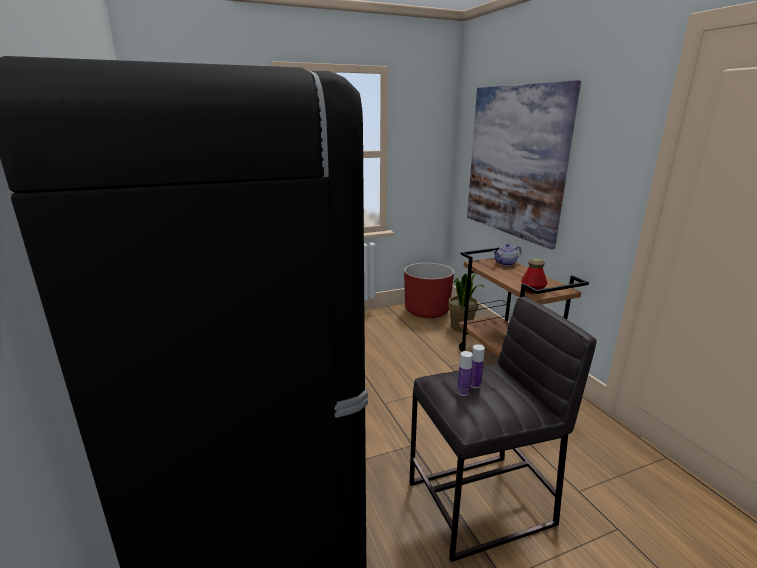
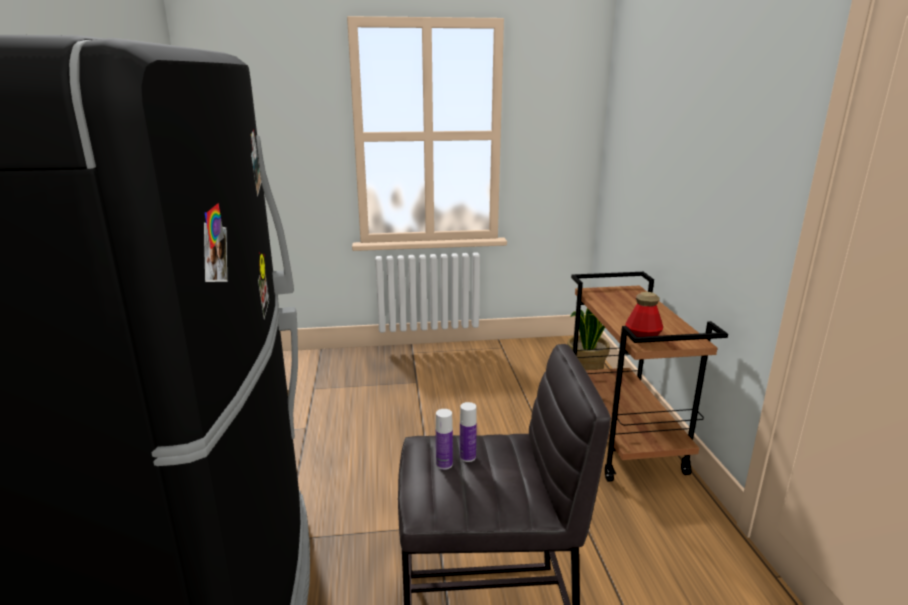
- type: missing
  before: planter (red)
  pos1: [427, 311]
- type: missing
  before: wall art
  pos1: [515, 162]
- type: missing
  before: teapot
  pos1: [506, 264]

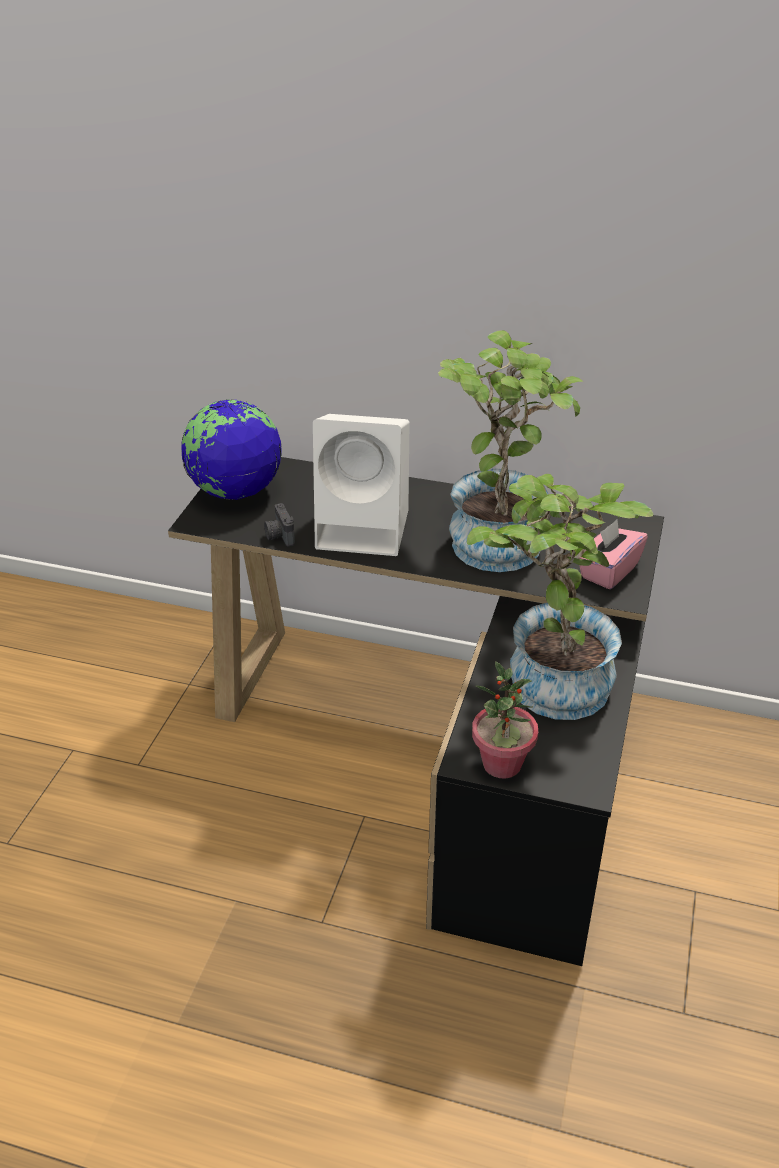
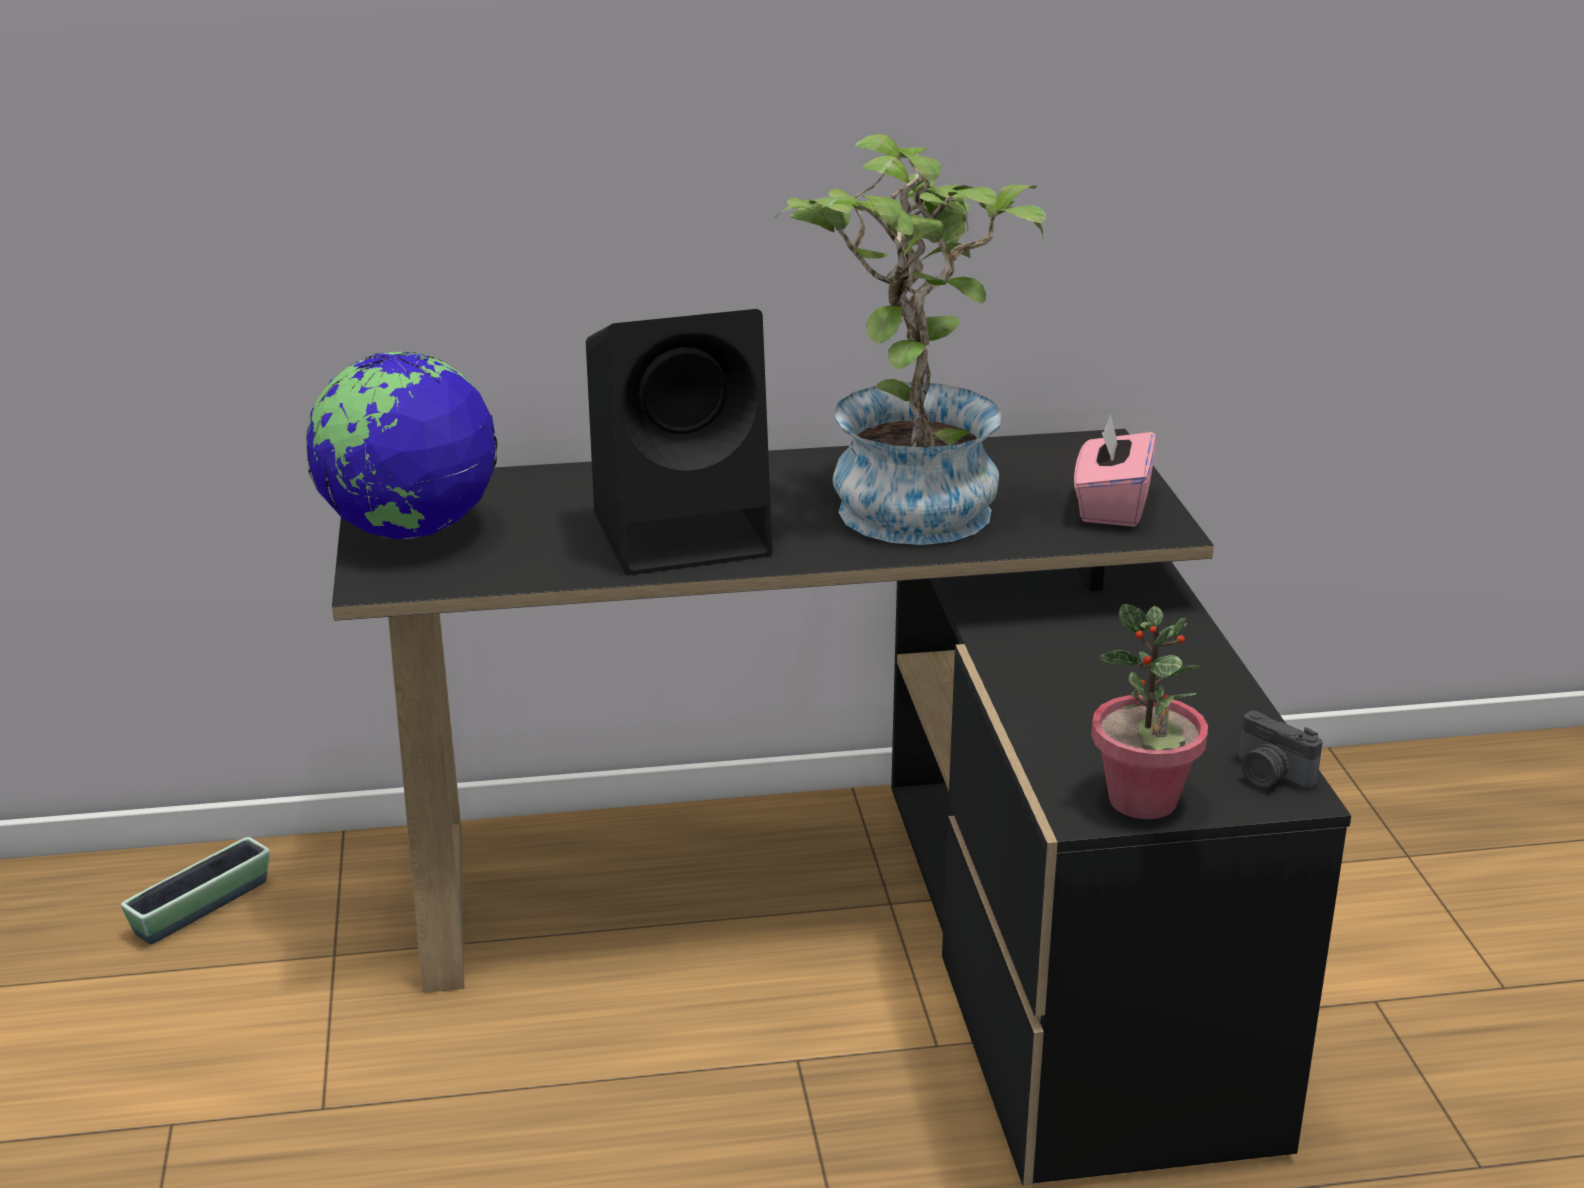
- type: appeared
  after: planter
  pos2: [202, 908]
- type: colour
  before: audio speaker (white-coloured)
  after: audio speaker (black-coloured)
  pos1: [365, 529]
  pos2: [686, 533]
- type: relocated
  before: photo camera
  pos1: [279, 536]
  pos2: [1270, 776]
- type: missing
  before: houseplant
  pos1: [548, 677]

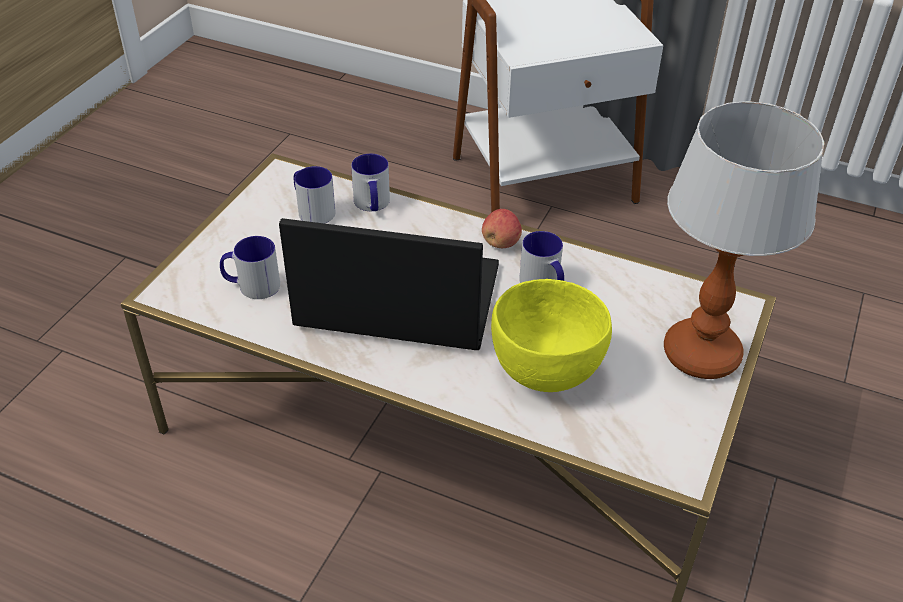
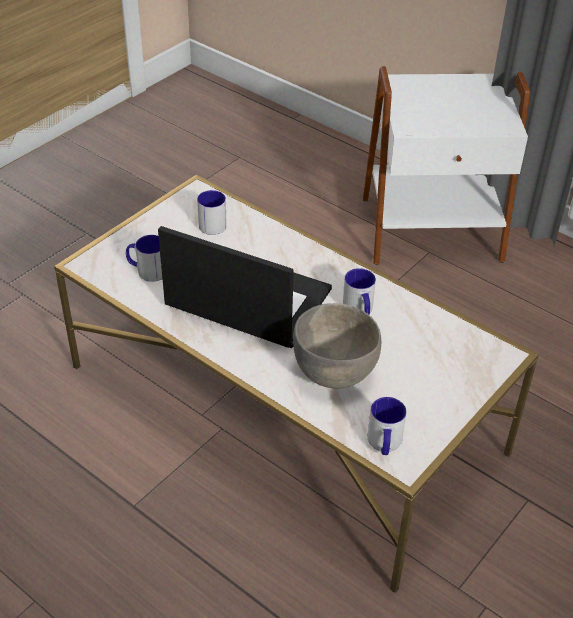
- type: colour
  before: bowl (yellow)
  after: bowl (greyish)
  pos1: [546, 372]
  pos2: [335, 373]
- type: relocated
  before: mug
  pos1: [372, 205]
  pos2: [384, 443]
- type: missing
  before: apple
  pos1: [501, 243]
- type: missing
  before: lamp for a table
  pos1: [701, 353]

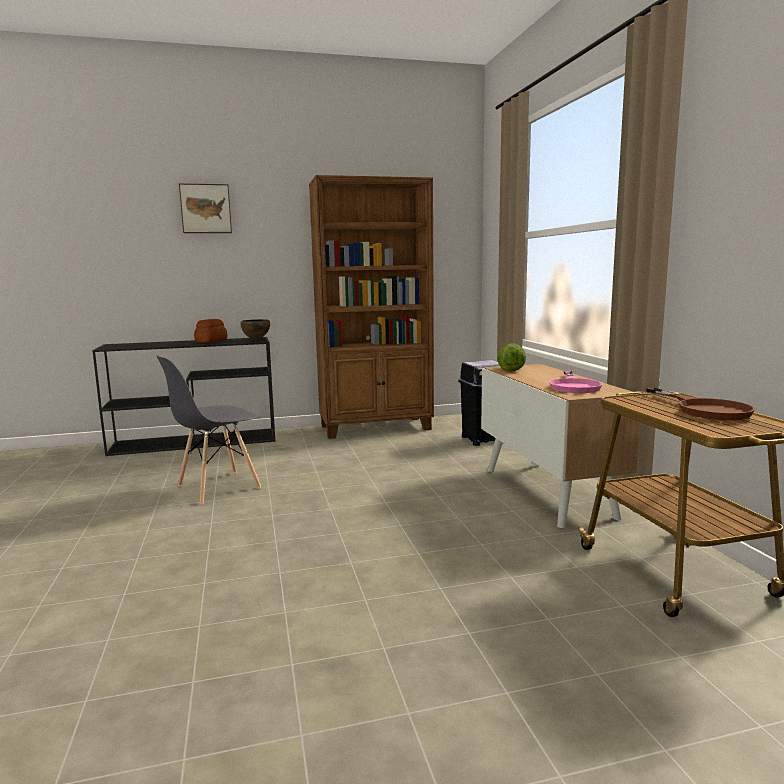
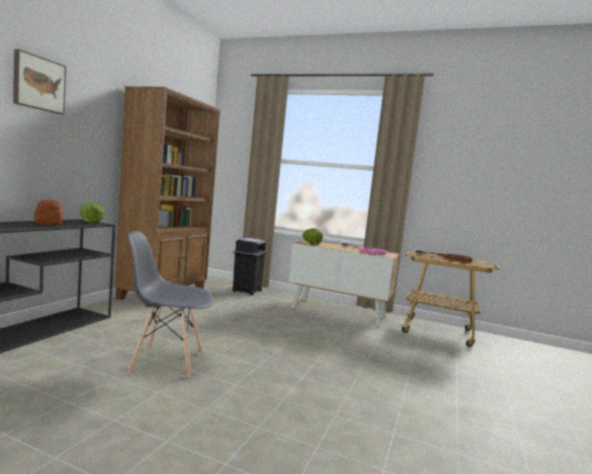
- type: exchanged
  before: bowl (brown-coloured)
  after: head of lettuce
  pos1: [256, 340]
  pos2: [92, 222]
- type: spun
  before: plain chair (greyish)
  pos1: [218, 487]
  pos2: [166, 361]
  turn: 90

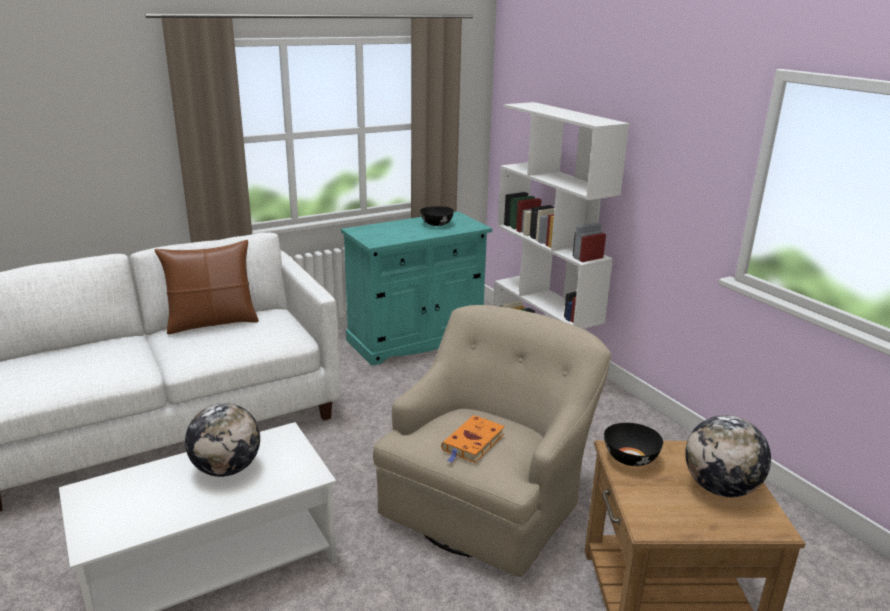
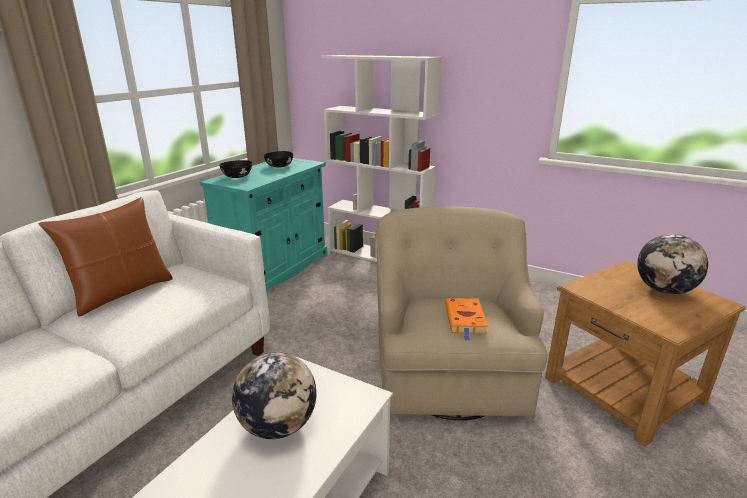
- type: relocated
  before: bowl (black-coloured)
  pos1: [630, 458]
  pos2: [237, 177]

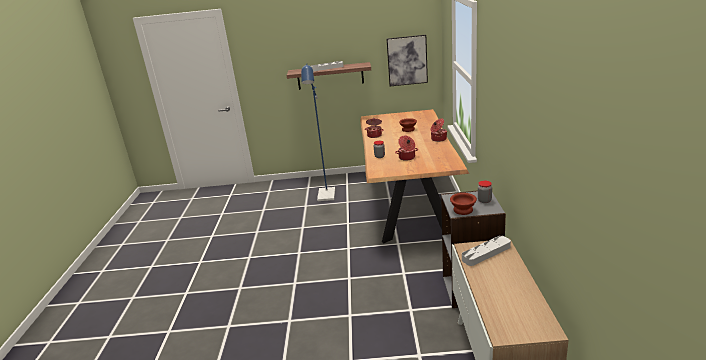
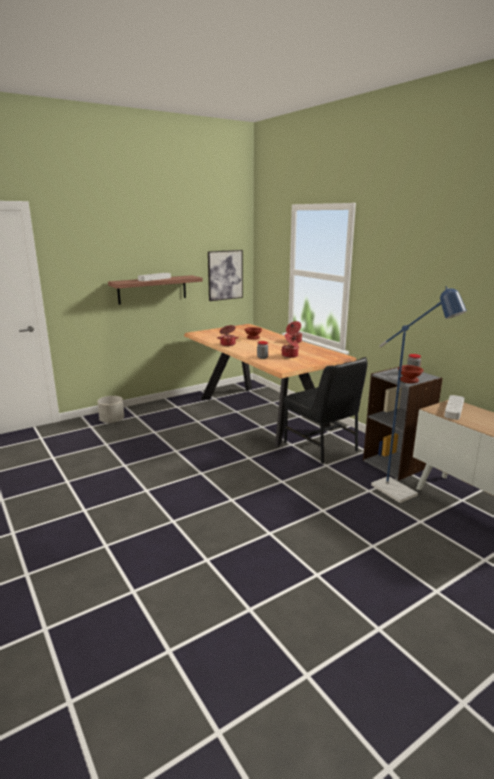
- type: appeared
  after: planter (greyish)
  pos2: [112, 421]
- type: appeared
  after: plain chair (black-coloured)
  pos2: [321, 447]
- type: relocated
  before: floor lamp (blue-coloured)
  pos1: [326, 197]
  pos2: [400, 494]

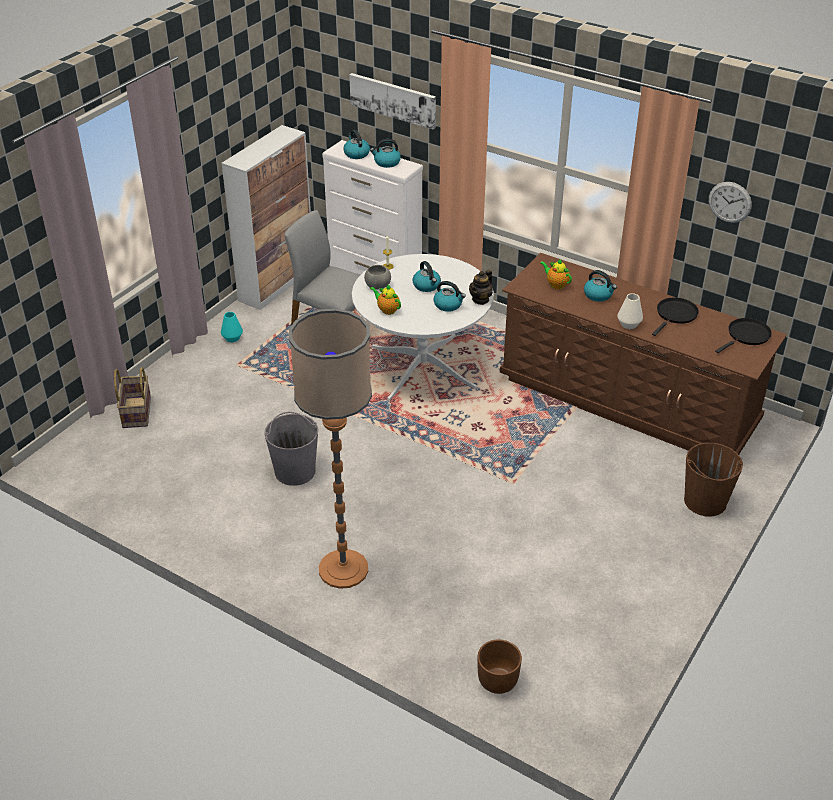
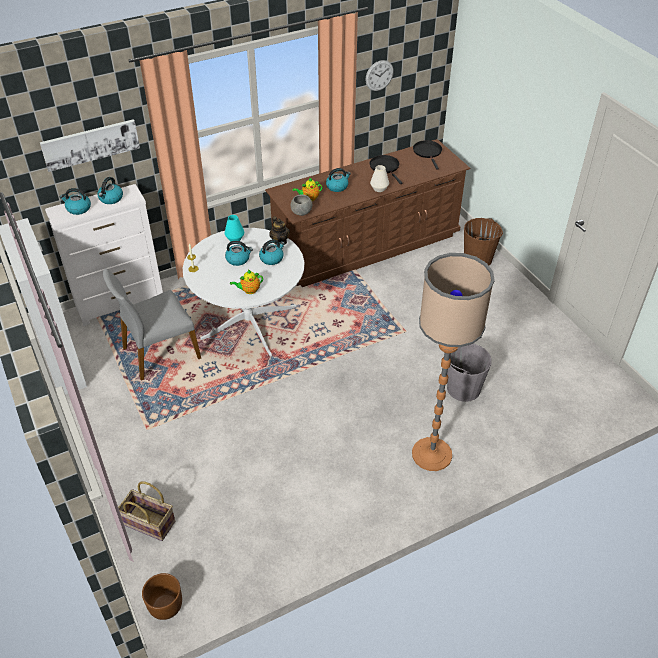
- type: relocated
  before: planter (brown-coloured)
  pos1: [497, 680]
  pos2: [165, 606]
- type: relocated
  before: flower vase (turquoise)
  pos1: [232, 338]
  pos2: [235, 238]
- type: relocated
  before: bowl (greyish)
  pos1: [378, 286]
  pos2: [302, 212]
- type: relocated
  before: pail (greyish)
  pos1: [295, 471]
  pos2: [463, 388]

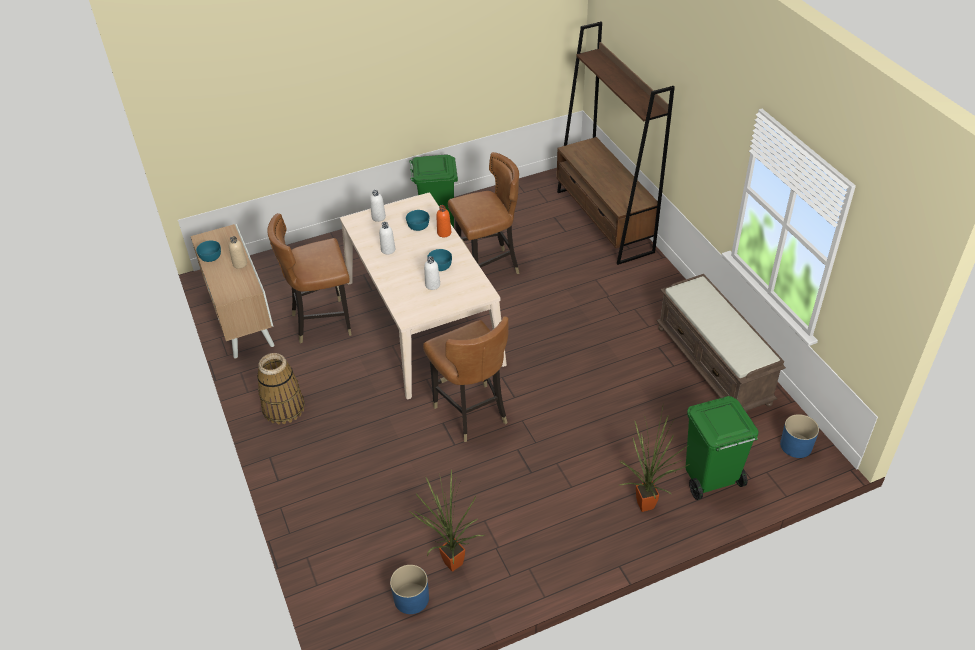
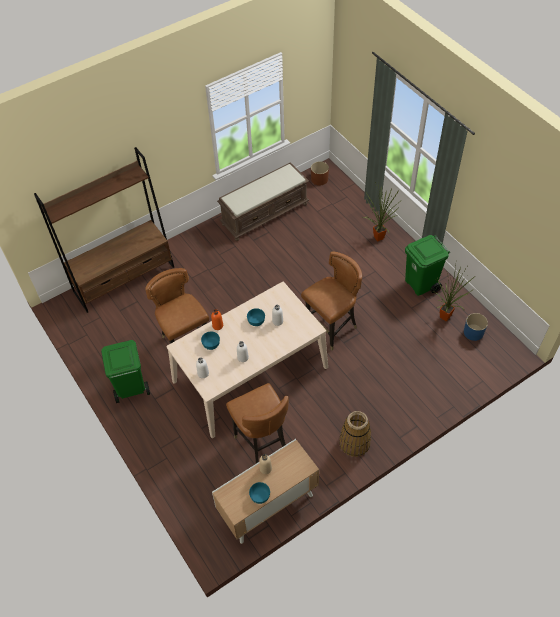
- type: colour
  before: planter (blue-coloured)
  after: planter (brown-coloured)
  pos1: [796, 446]
  pos2: [319, 179]
- type: relocated
  before: waste bin (greenish)
  pos1: [710, 479]
  pos2: [421, 284]

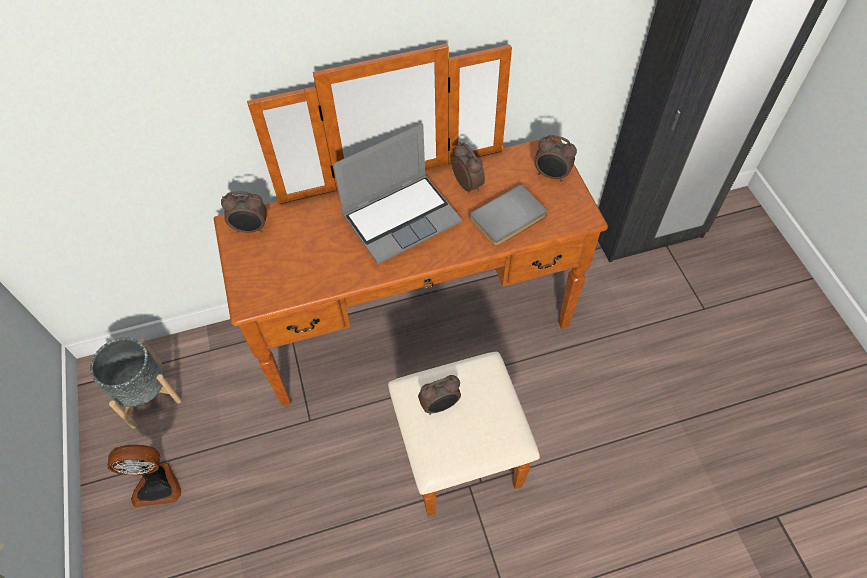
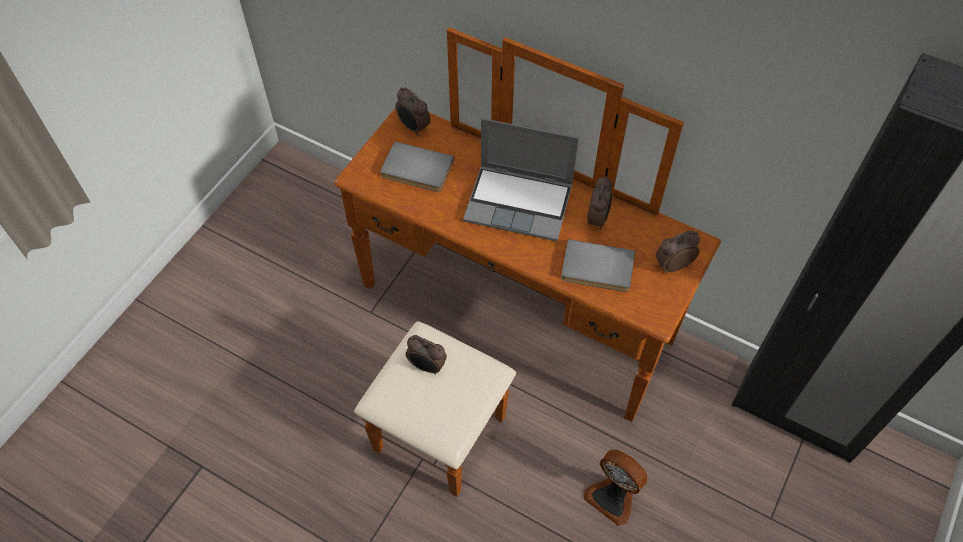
- type: appeared
  after: book (greyish)
  pos2: [416, 170]
- type: relocated
  before: electric fan
  pos1: [157, 484]
  pos2: [613, 496]
- type: spun
  before: bedside clock
  pos1: [551, 175]
  pos2: [672, 265]
  turn: 90
- type: missing
  before: planter (greyish)
  pos1: [147, 395]

